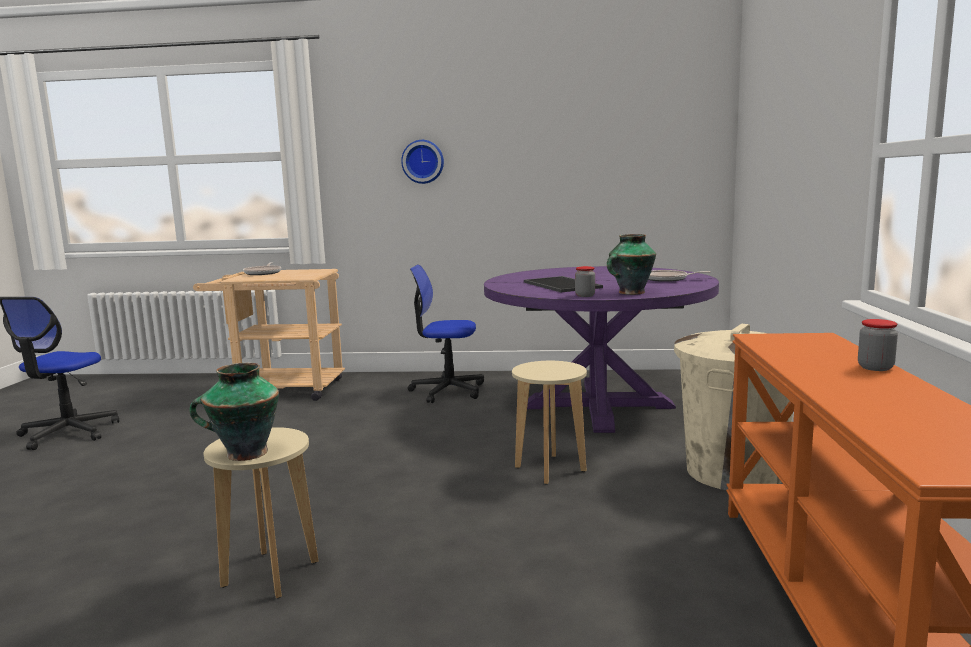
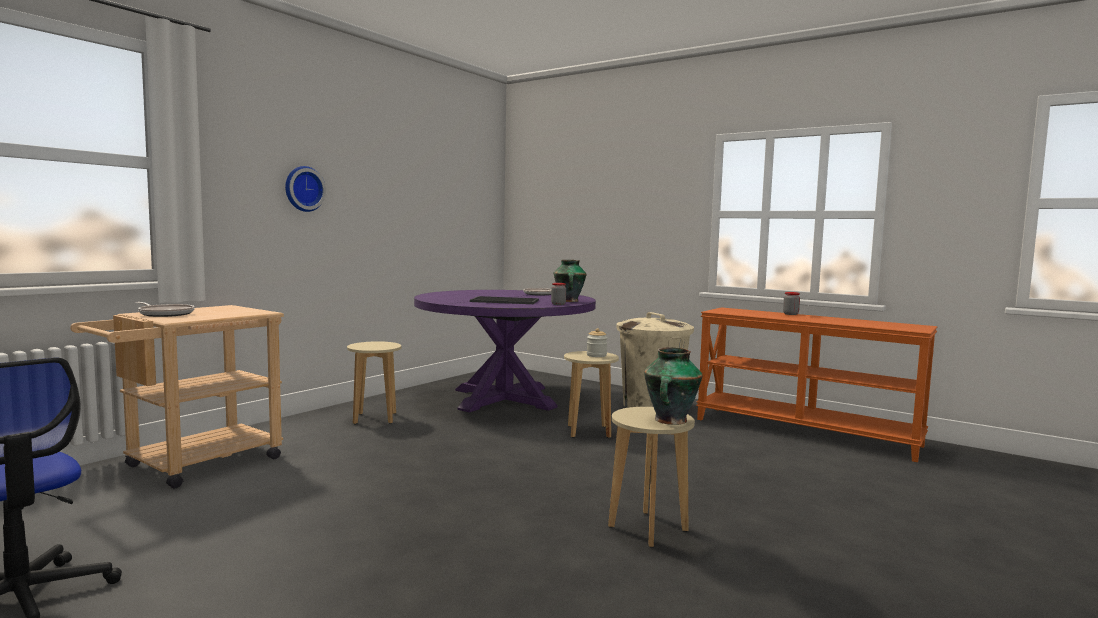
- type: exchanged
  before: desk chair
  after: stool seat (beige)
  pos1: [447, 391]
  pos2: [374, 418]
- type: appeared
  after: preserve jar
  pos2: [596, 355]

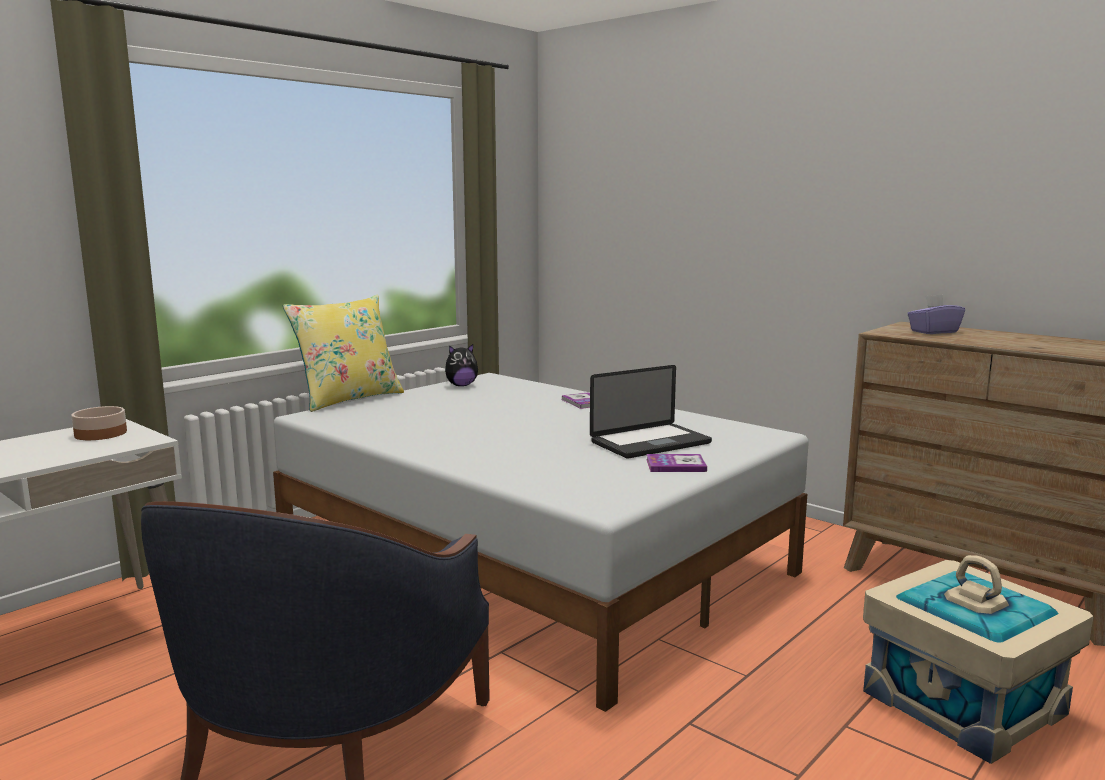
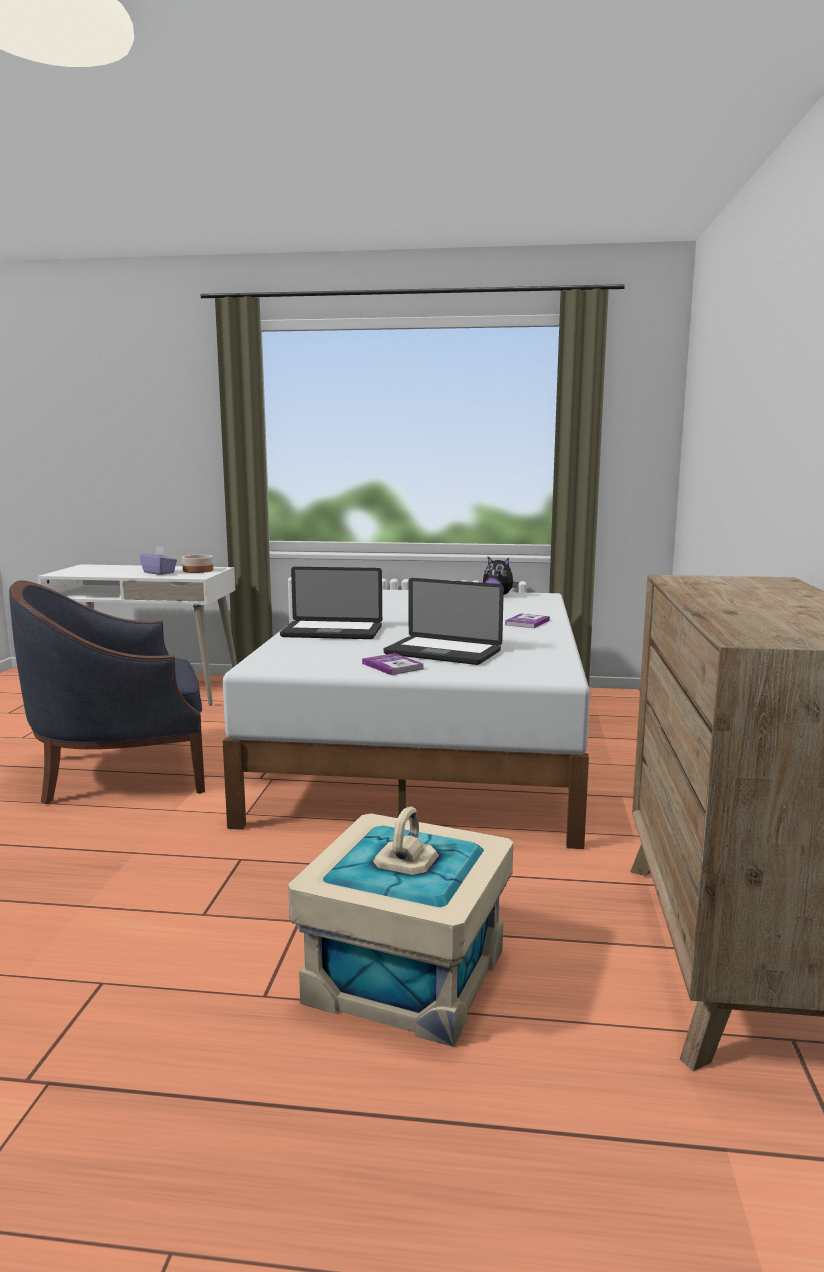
- type: relocated
  before: tissue box (purple)
  pos1: [933, 332]
  pos2: [159, 573]
- type: appeared
  after: portable computer
  pos2: [332, 632]
- type: missing
  before: cushion (yellow)
  pos1: [348, 399]

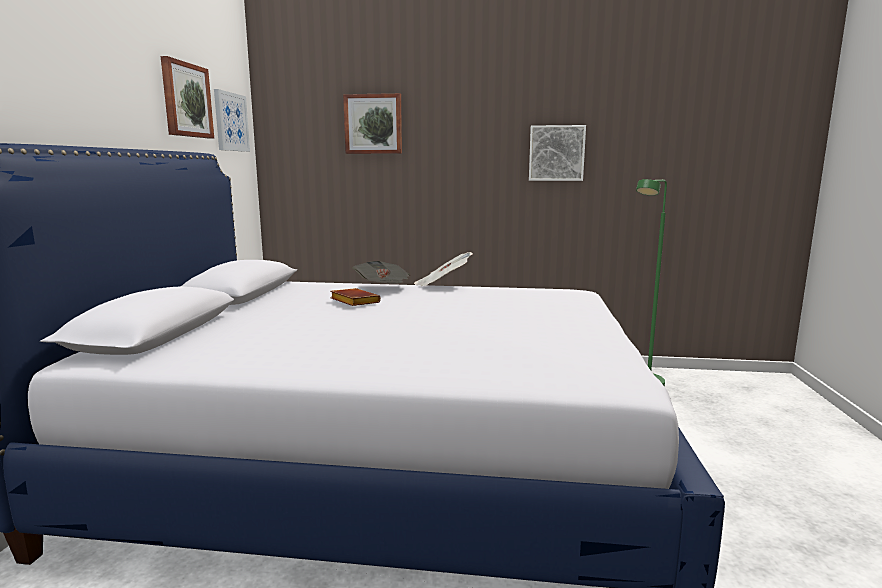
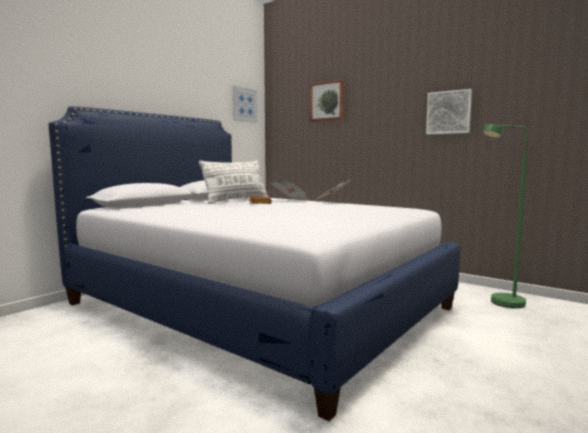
- type: appeared
  after: cushion (white-coloured)
  pos2: [236, 200]
- type: missing
  before: wall art
  pos1: [186, 100]

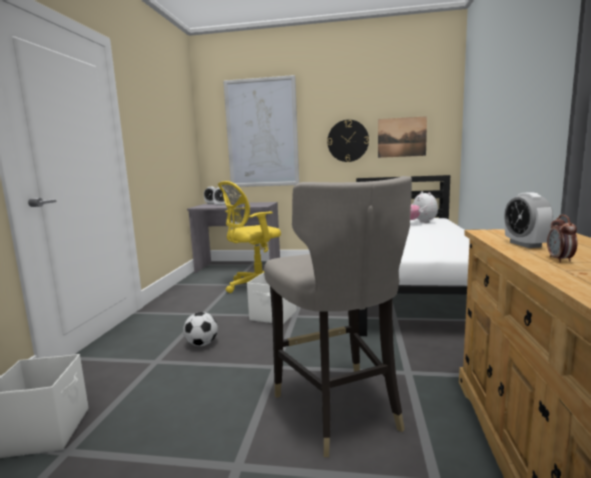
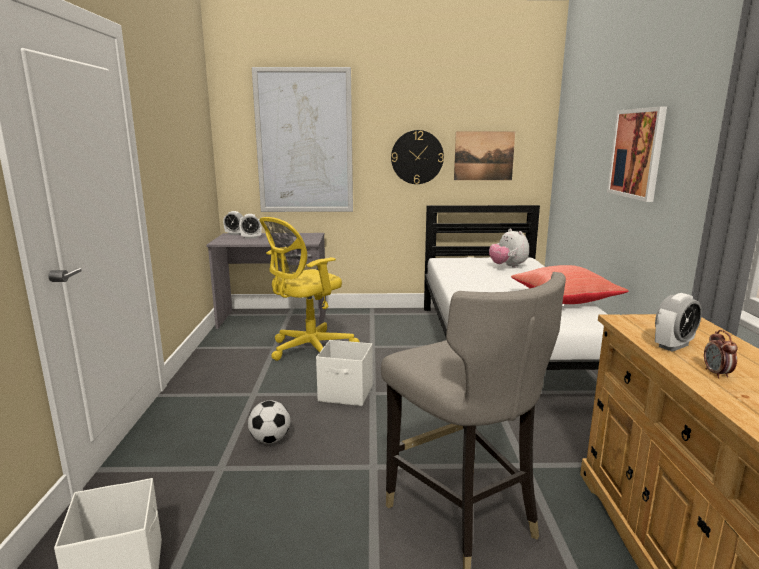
- type: appeared
  after: cushion (red)
  pos2: [563, 300]
- type: appeared
  after: wall art
  pos2: [637, 153]
- type: spun
  before: bedside clock
  pos1: [525, 245]
  pos2: [673, 346]
  turn: -105

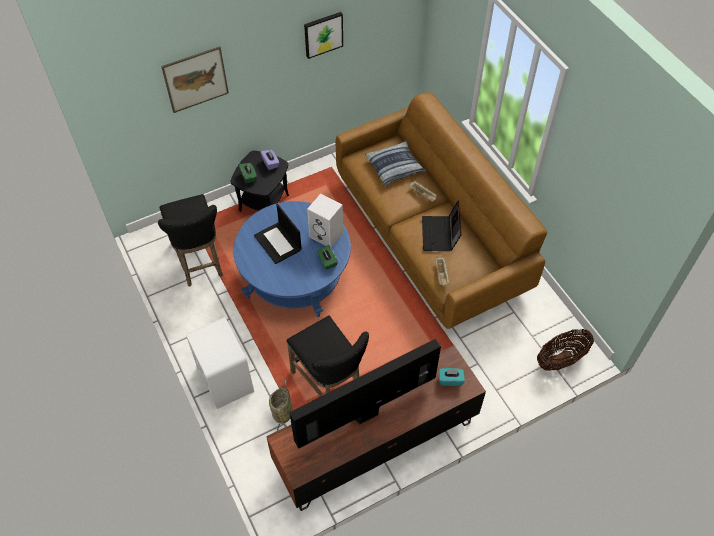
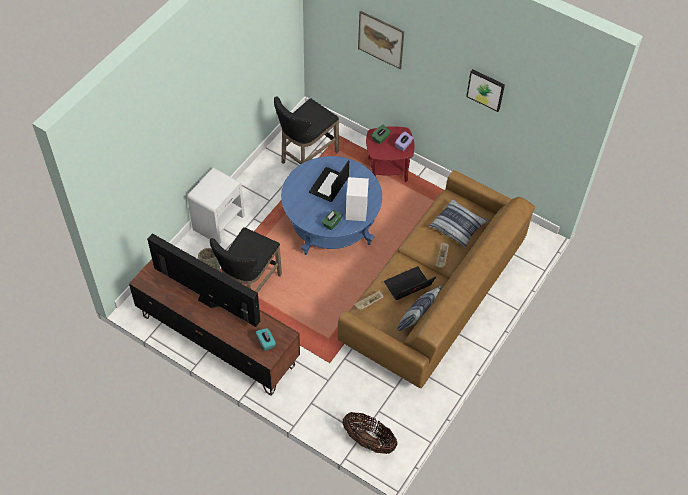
- type: colour
  before: end table (black-coloured)
  after: end table (red)
  pos1: [264, 202]
  pos2: [388, 169]
- type: appeared
  after: cushion
  pos2: [416, 319]

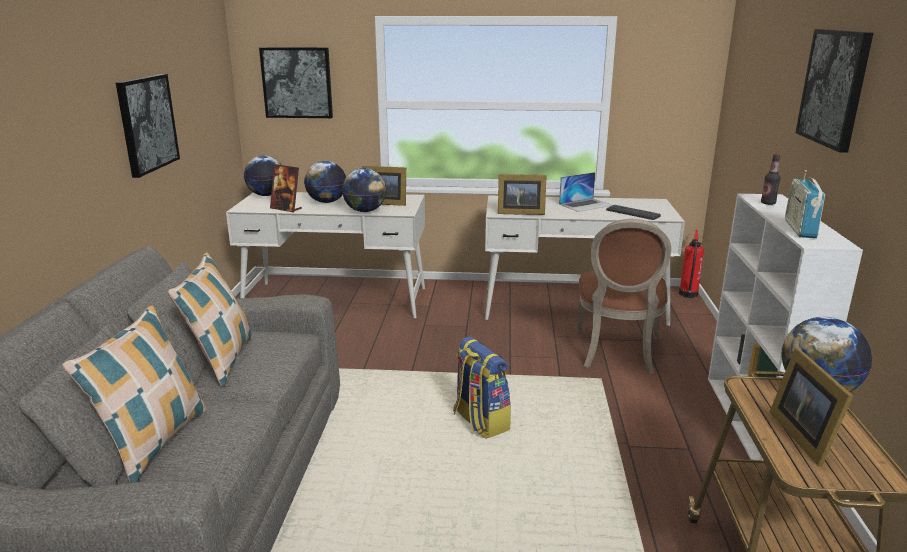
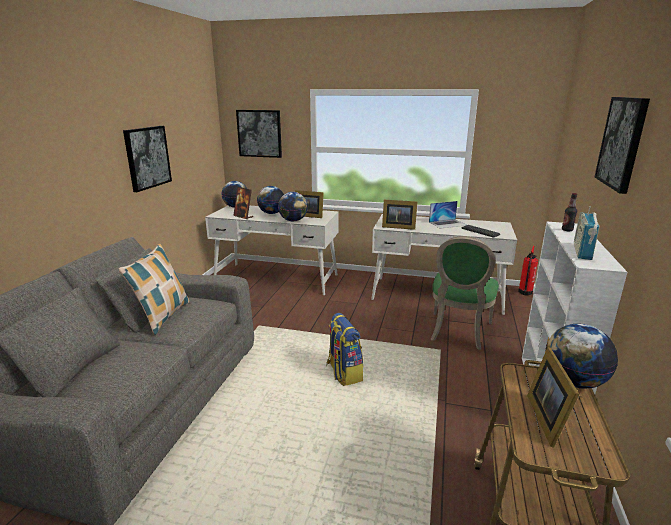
- type: colour
  before: plain chair (brown-coloured)
  after: plain chair (greenish)
  pos1: [617, 353]
  pos2: [458, 332]
- type: missing
  before: cushion
  pos1: [154, 442]

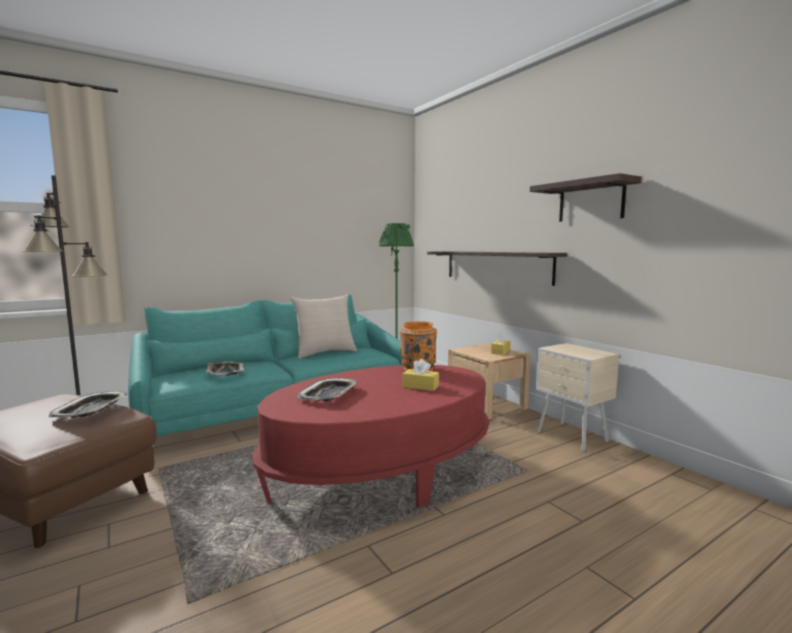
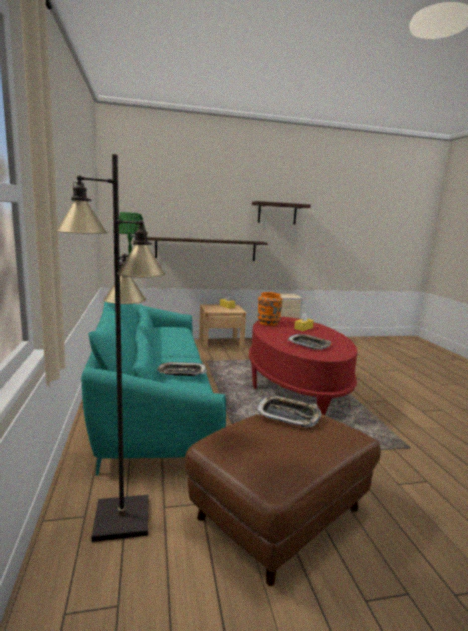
- type: missing
  before: cushion (beige)
  pos1: [325, 352]

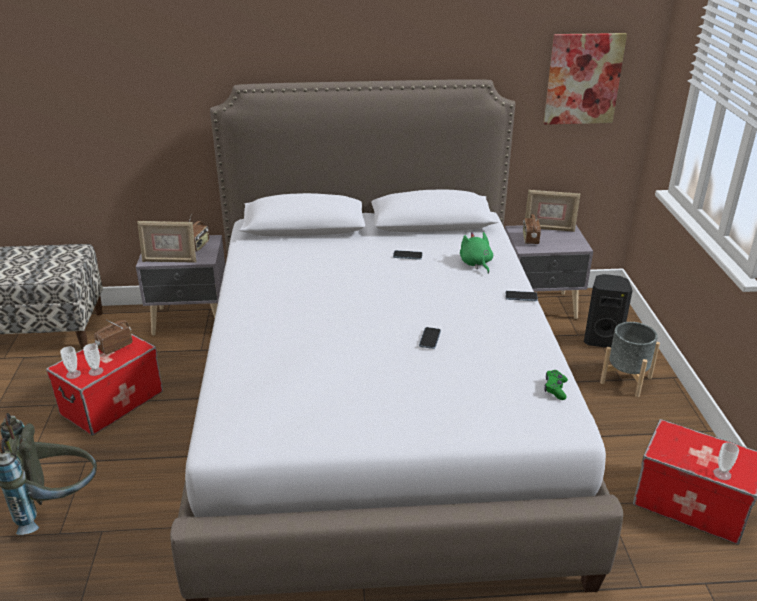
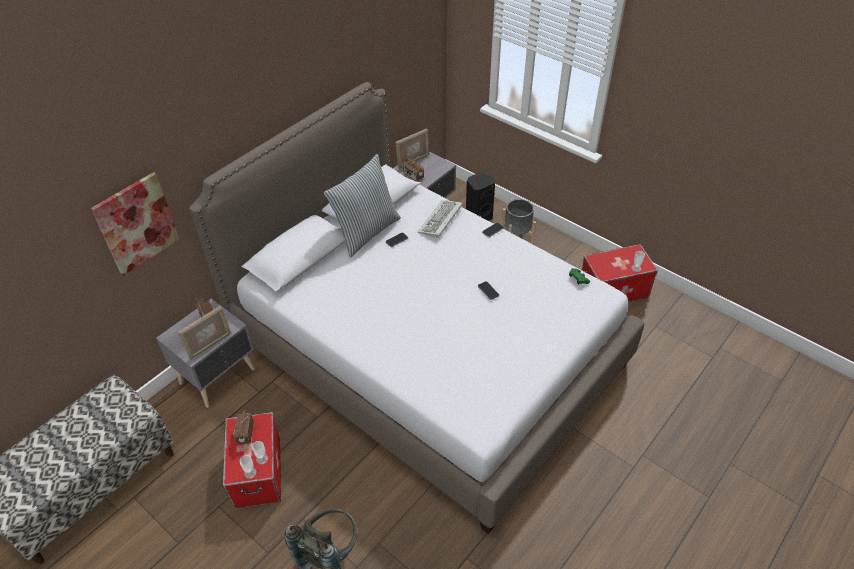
- type: relocated
  before: wall art
  pos1: [583, 79]
  pos2: [136, 223]
- type: appeared
  after: cushion
  pos2: [366, 232]
- type: exchanged
  before: soft toy (greenish)
  after: PC keyboard
  pos1: [476, 263]
  pos2: [440, 221]

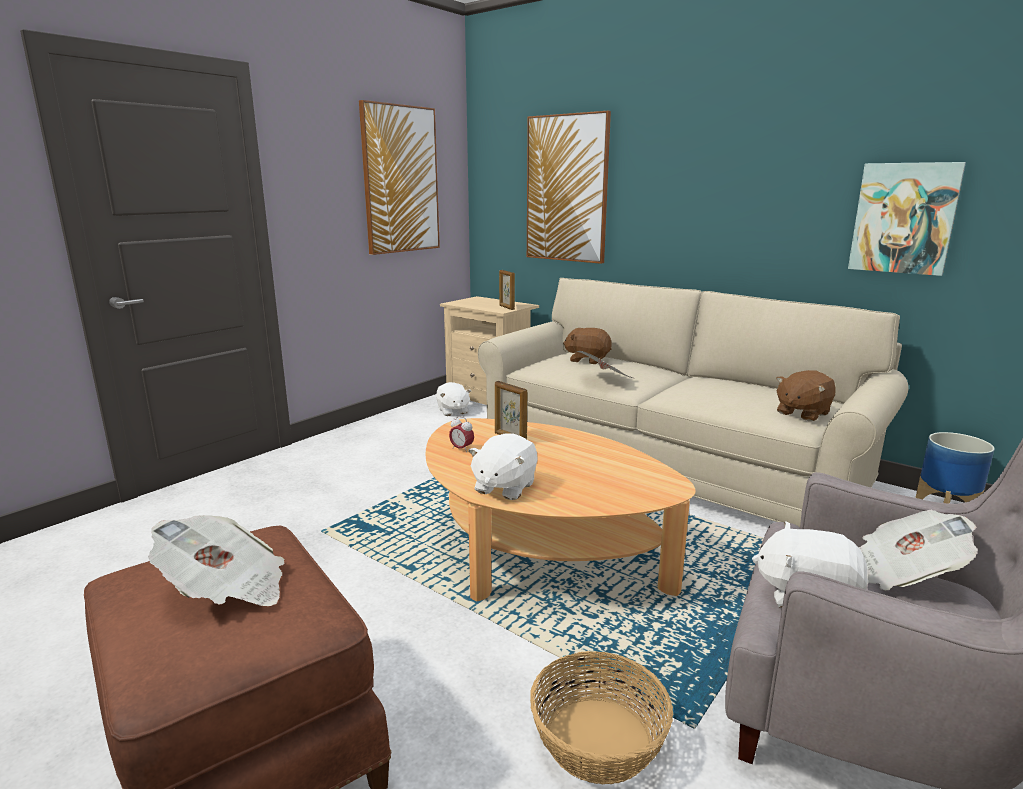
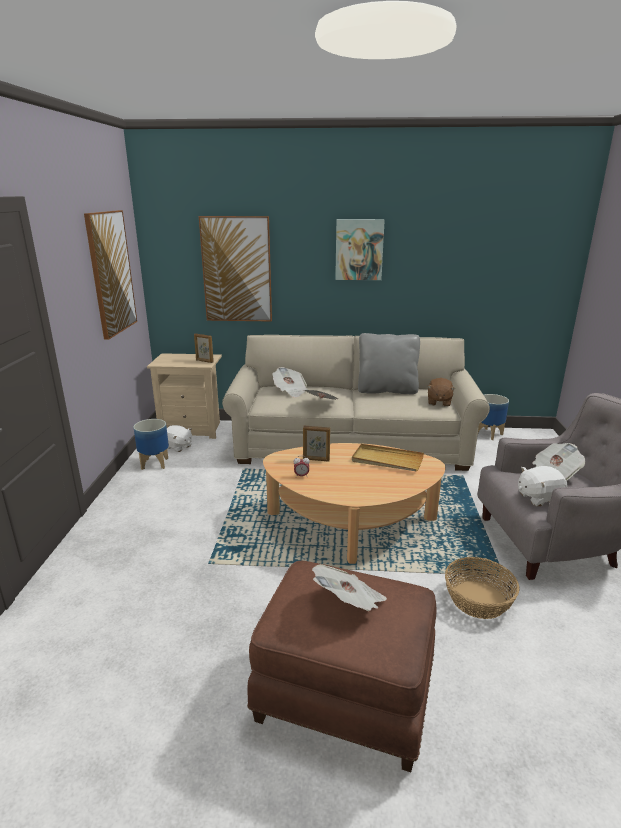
- type: appeared
  after: planter
  pos2: [155, 463]
- type: exchanged
  before: soft toy (brown-coloured)
  after: printed paper
  pos1: [587, 360]
  pos2: [290, 391]
- type: relocated
  before: wall art
  pos1: [904, 218]
  pos2: [359, 249]
- type: appeared
  after: tray (beige)
  pos2: [387, 460]
- type: appeared
  after: cushion (greyish)
  pos2: [387, 390]
- type: missing
  before: soft toy (white-coloured)
  pos1: [504, 487]

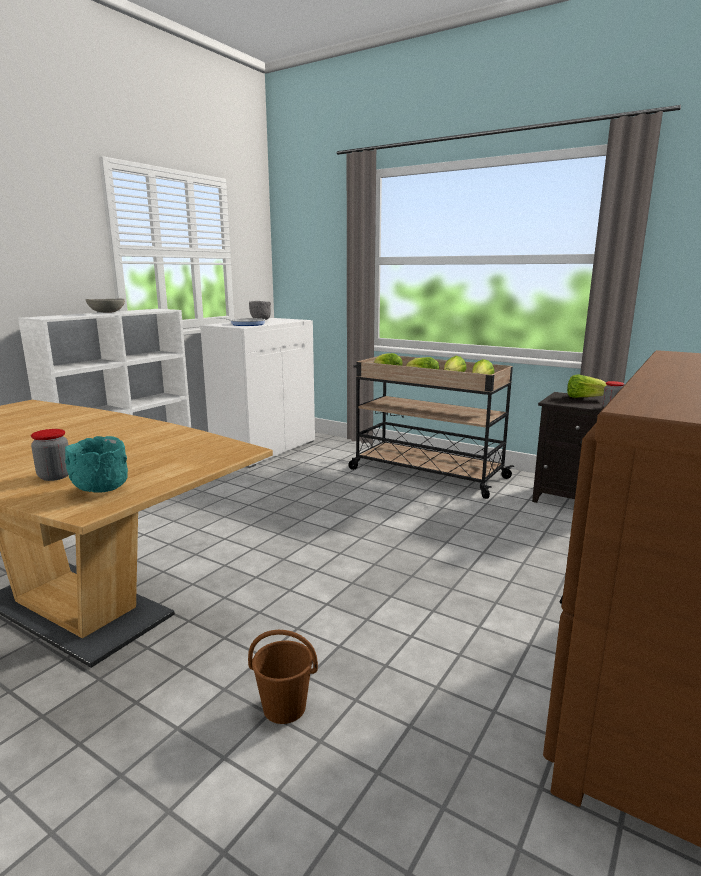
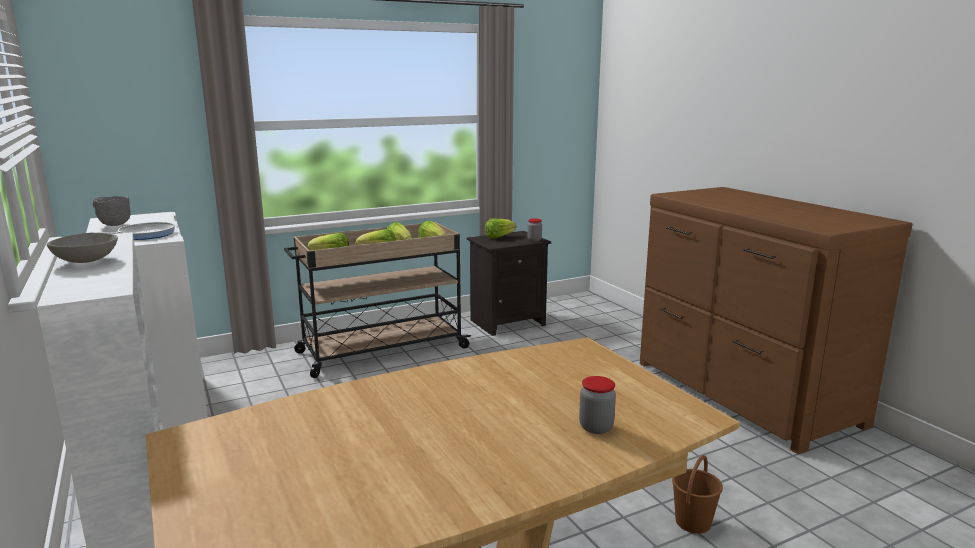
- type: missing
  before: bowl (turquoise)
  pos1: [101, 490]

